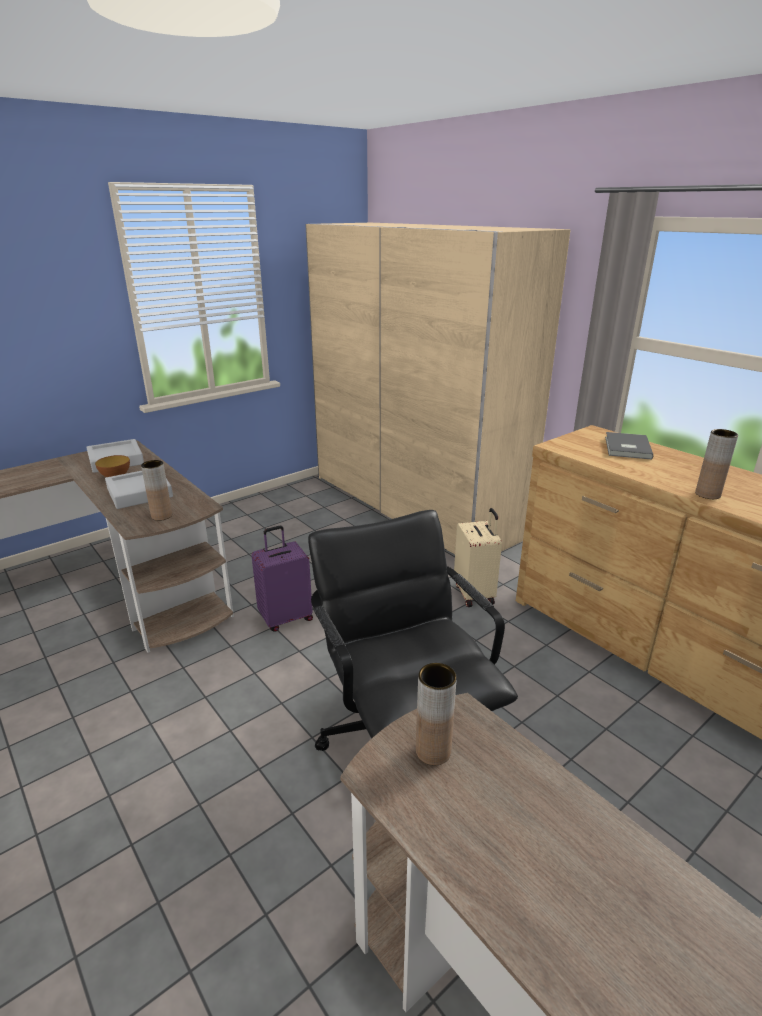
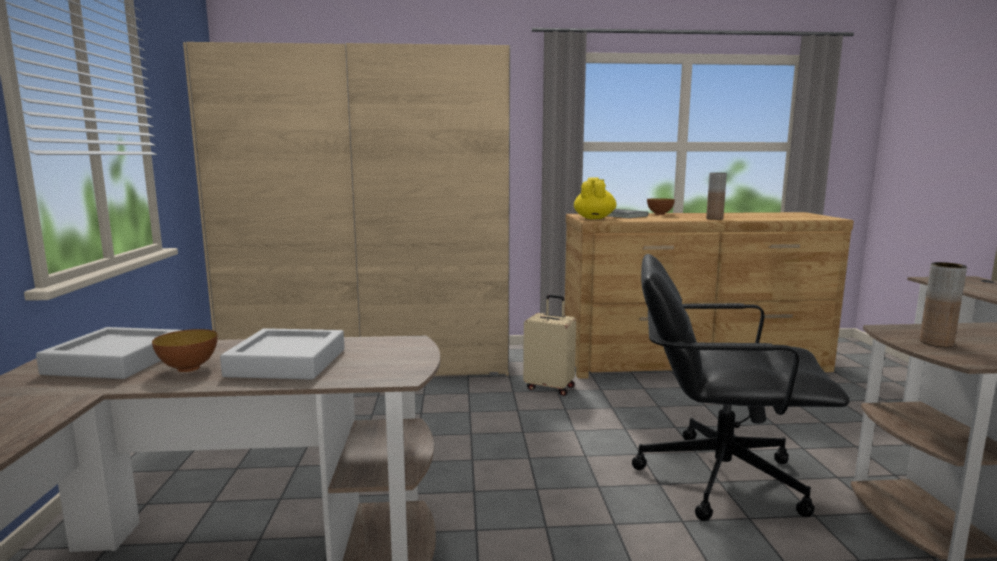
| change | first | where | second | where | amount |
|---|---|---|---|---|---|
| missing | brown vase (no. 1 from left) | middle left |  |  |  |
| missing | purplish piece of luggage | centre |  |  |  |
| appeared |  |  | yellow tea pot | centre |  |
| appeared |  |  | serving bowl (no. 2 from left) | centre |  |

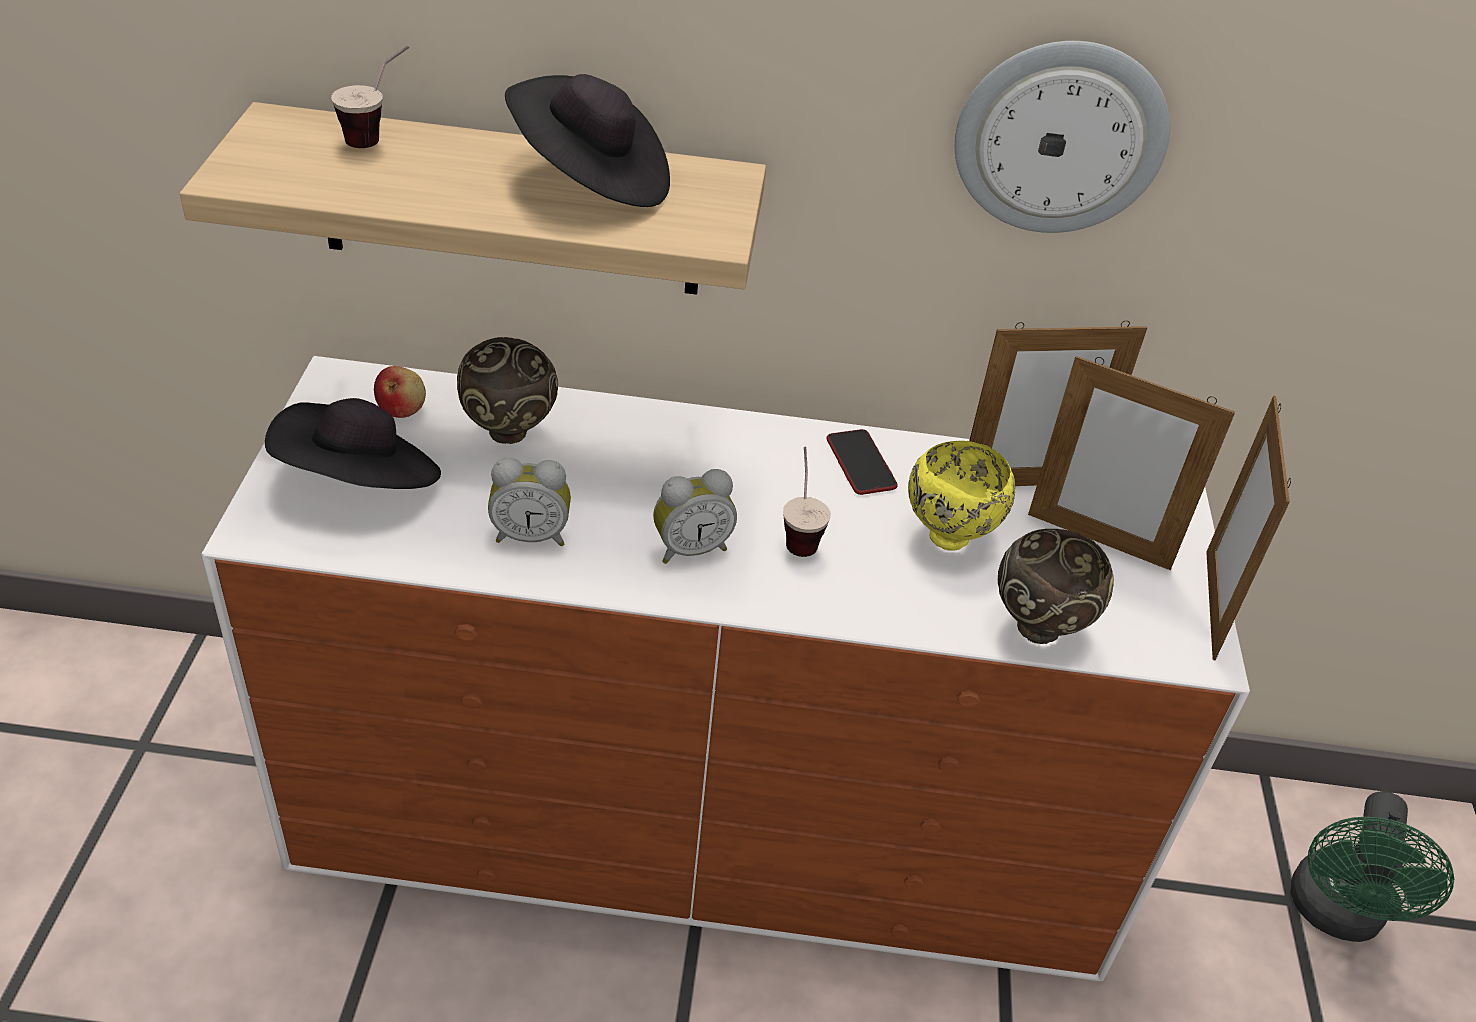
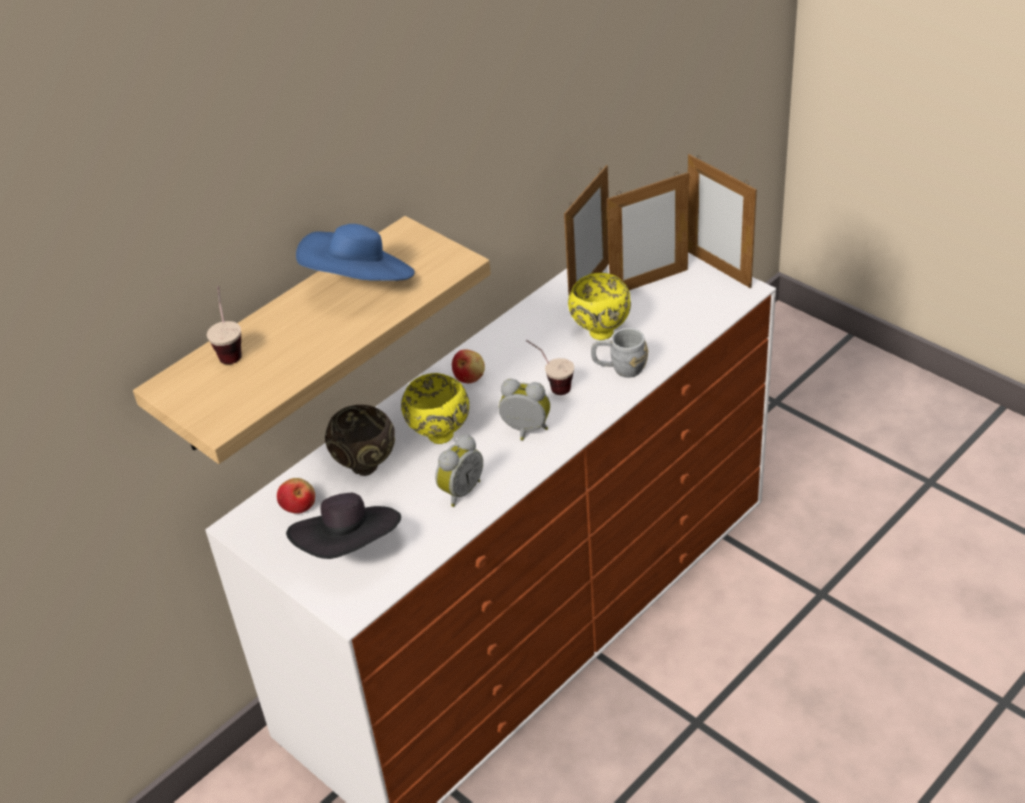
| change | first | where | second | where | amount |
|---|---|---|---|---|---|
| missing | clock on the wall | top right |  |  |  |
| colour | blackish wearable hat (no. 2 from left) | top centre | bluish wearable hat | top centre |  |
| missing | phone | centre |  |  |  |
| spun | bedside clock (no. 2 from left) | centre |  | centre | 90 degrees counterclockwise |
| missing | brown serving bowl (no. 2 from left) | middle right |  |  |  |
| missing | greenish fan | bottom right |  |  |  |
| appeared |  |  | greyish tea mug | centre |  |
| appeared |  |  | apple fruit (no. 2 from left) | centre |  |
| appeared |  |  | yellow serving bowl (no. 1 from left) | centre |  |

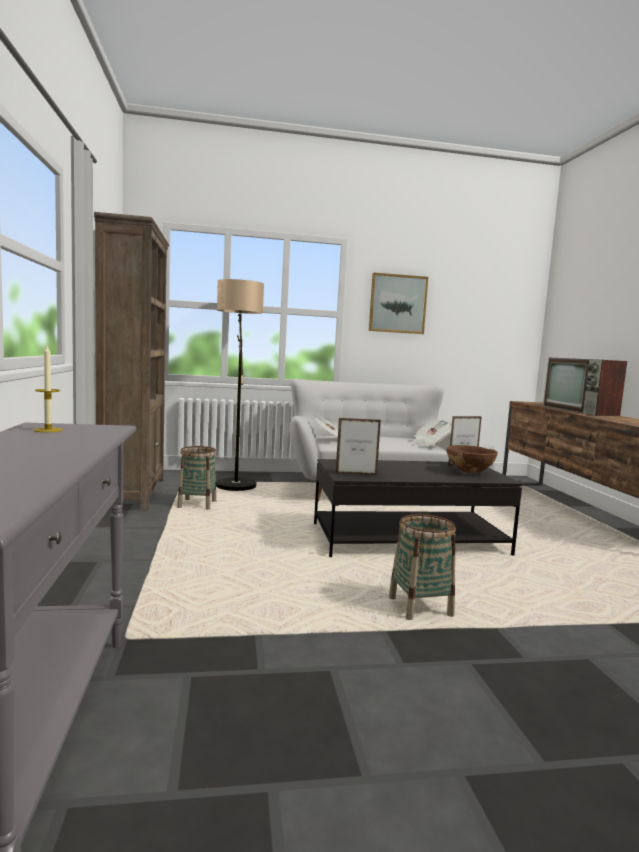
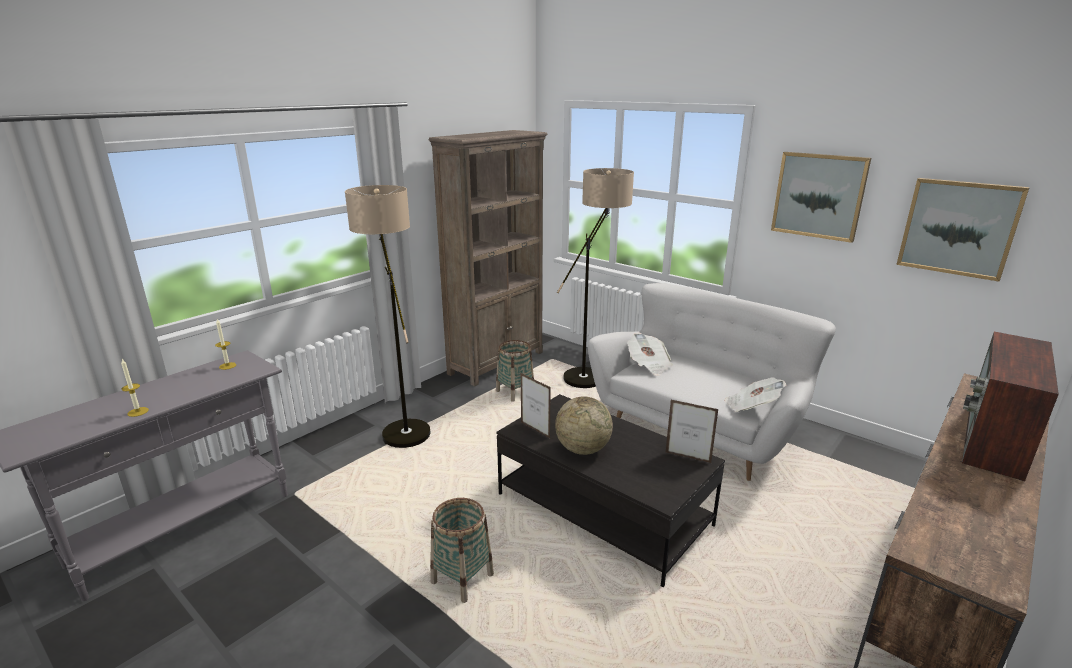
| change | first | where | second | where | amount |
|---|---|---|---|---|---|
| missing | brown serving bowl | middle right |  |  |  |
| appeared |  |  | wall picture (no. 2 from left) | middle right |  |
| appeared |  |  | standing lamp (no. 1 from left) | centre |  |
| appeared |  |  | candle (no. 1 from left) | middle left |  |
| appeared |  |  | globe | centre |  |

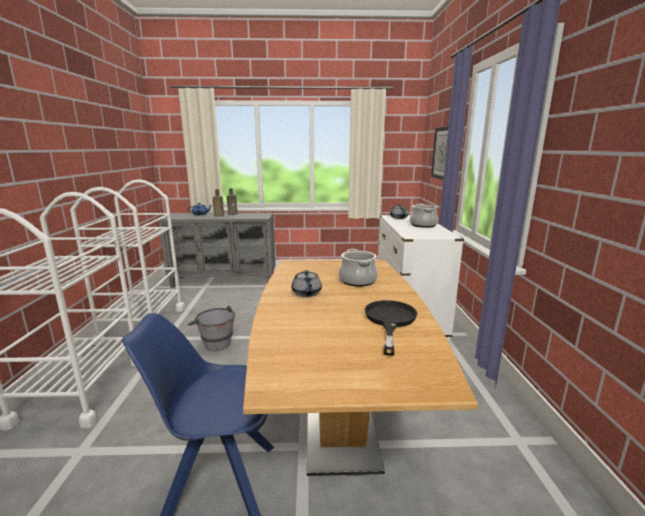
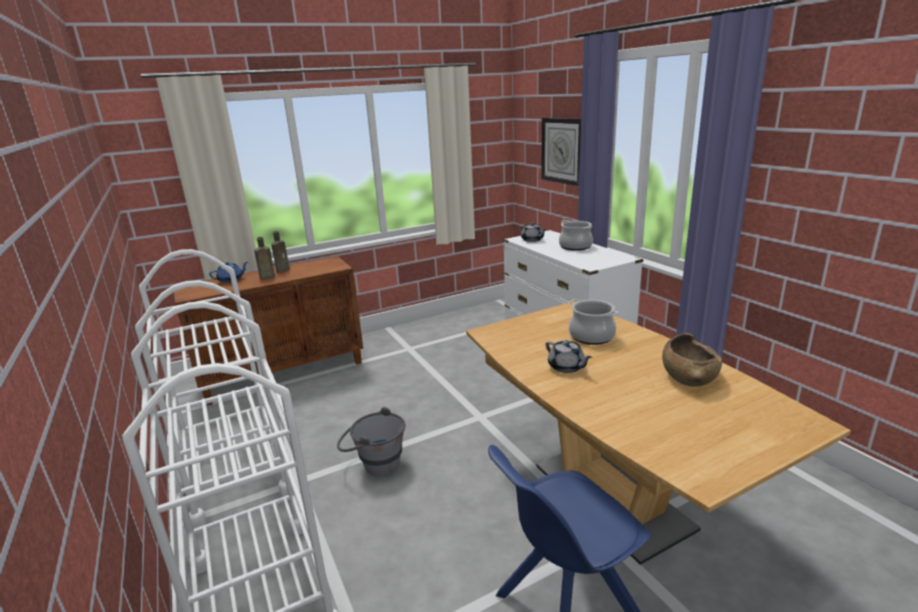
| change | first | where | second | where | amount |
|---|---|---|---|---|---|
| colour | greyish cabinet | centre | brown cabinet | middle left |  |
| exchanged | blackish skillet | centre | brown serving bowl | middle right |  |

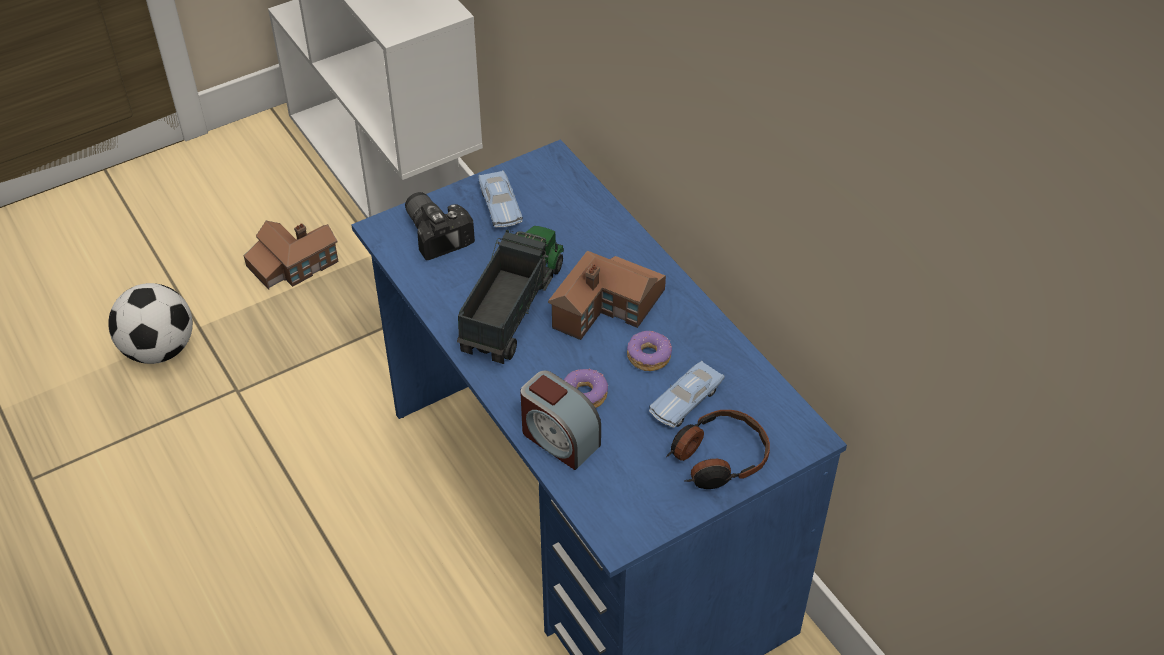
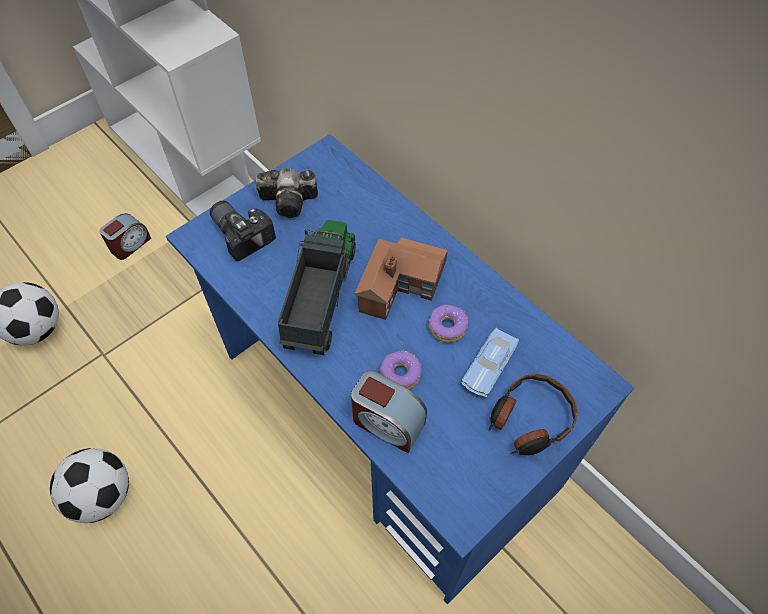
| change | first | where | second | where | amount |
|---|---|---|---|---|---|
| exchanged | bluish miniature car (no. 1 from left) | top centre | photo camera (no. 2 from left) | top centre |  |
| exchanged | miniature house (no. 1 from left) | middle left | bedside clock (no. 1 from left) | middle left |  |
| appeared |  |  | football ball (no. 2 from left) | bottom left |  |

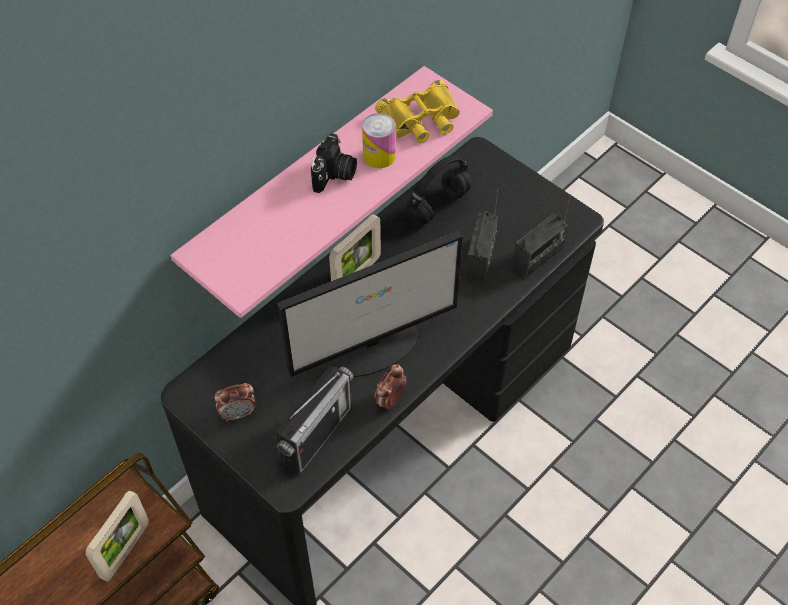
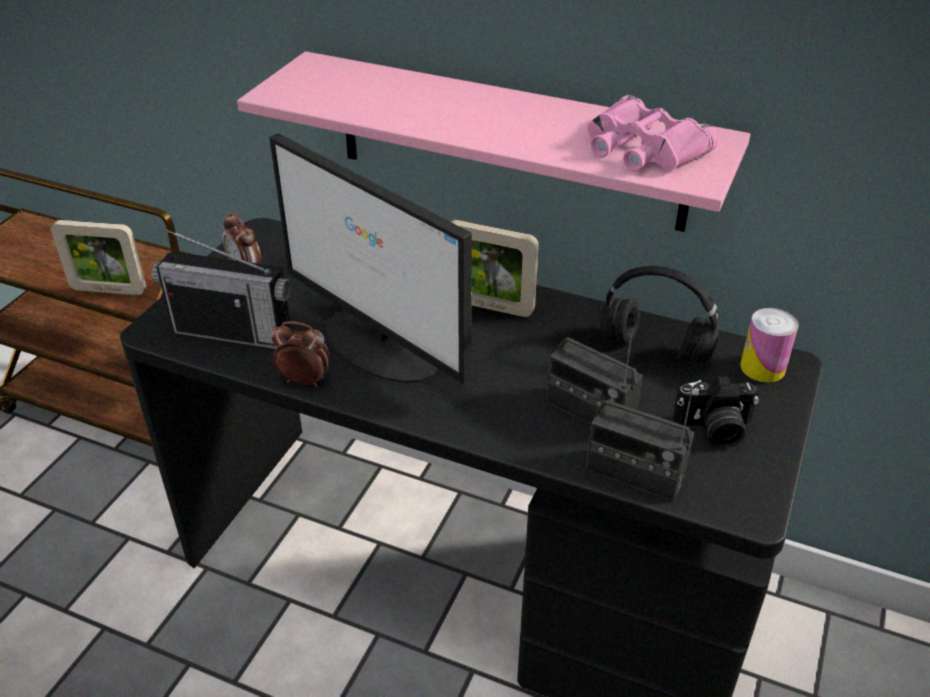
| change | first | where | second | where | amount |
|---|---|---|---|---|---|
| colour | yellow pair of binoculars | top centre | pink pair of binoculars | top right |  |
| relocated | metal can | top centre |  | middle right |  |
| relocated | photo camera | top centre |  | middle right |  |
| spun | radio (no. 2 from left) | centre |  | centre | 45 degrees clockwise |

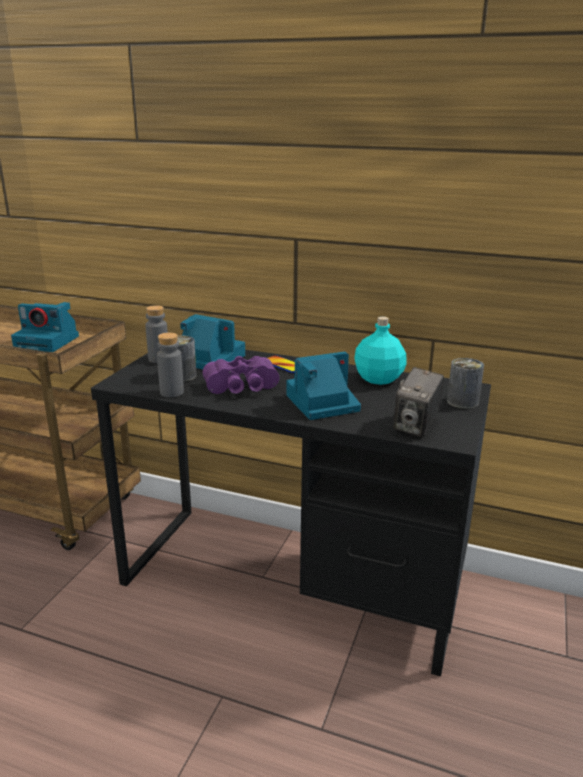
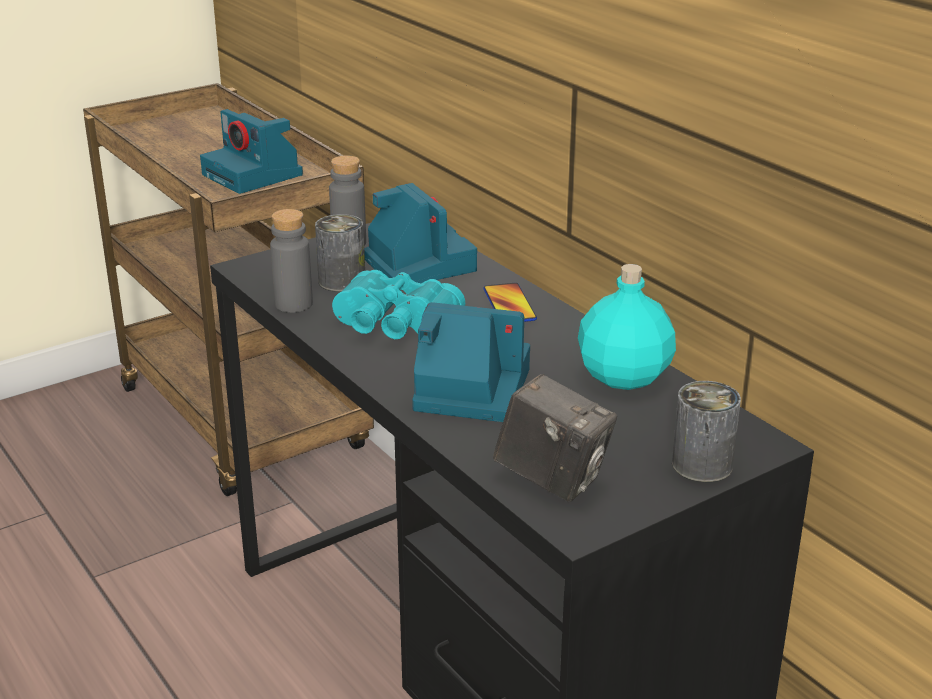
| change | first | where | second | where | amount |
|---|---|---|---|---|---|
| colour | purplish pair of binoculars | centre | blue-green pair of binoculars | centre |  |
| spun | photo camera (no. 4 from left) | middle right |  | centre | 120 degrees counterclockwise |

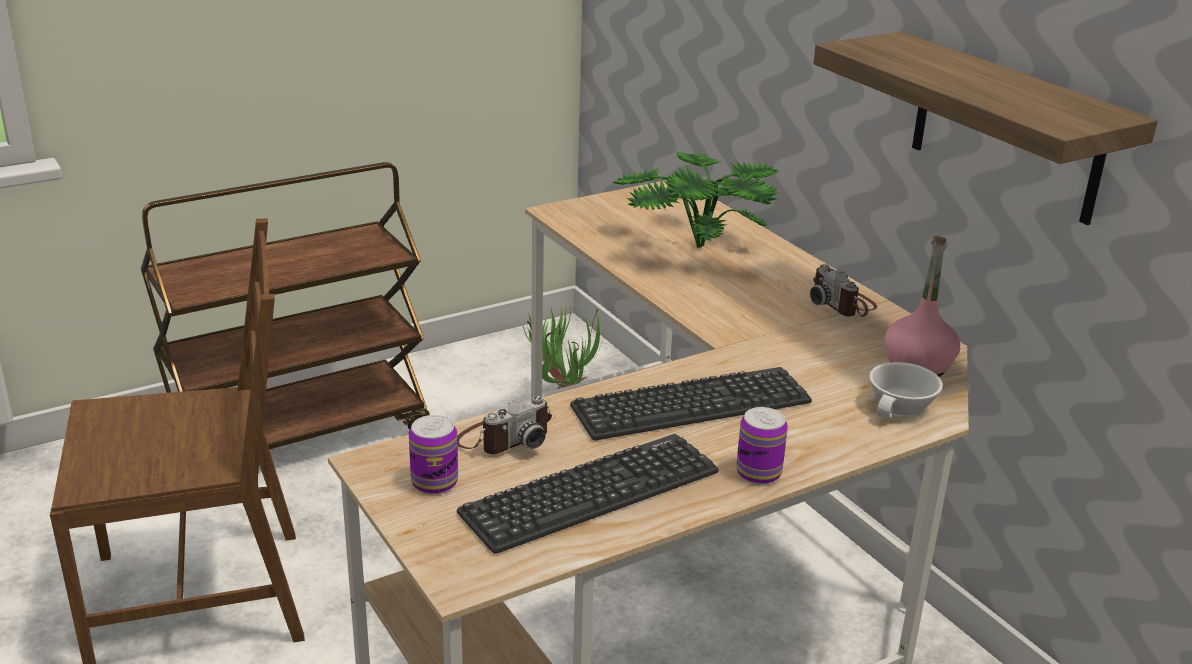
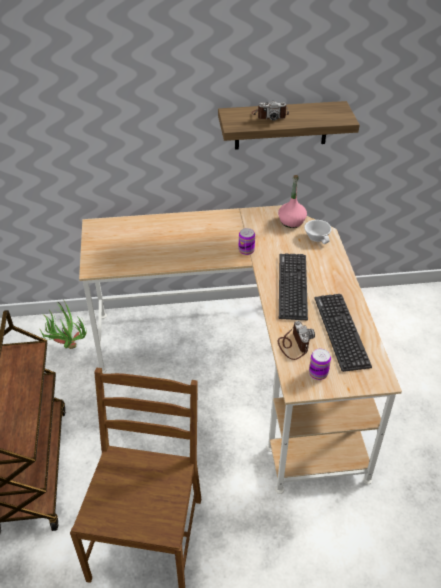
| change | first | where | second | where | amount |
|---|---|---|---|---|---|
| missing | potted plant (no. 2 from left) | top centre |  |  |  |
| relocated | photo camera (no. 2 from left in the first image) | middle right | photo camera (no. 1 from left) | top centre |  |
| relocated | metal can (no. 2 from left in the first image) | bottom centre | metal can (no. 1 from left) | centre |  |

